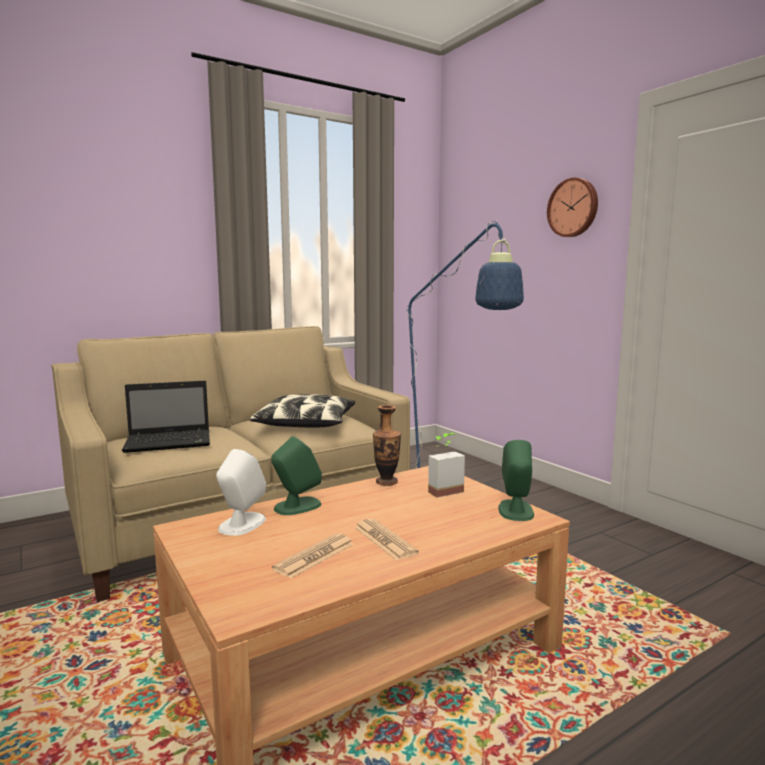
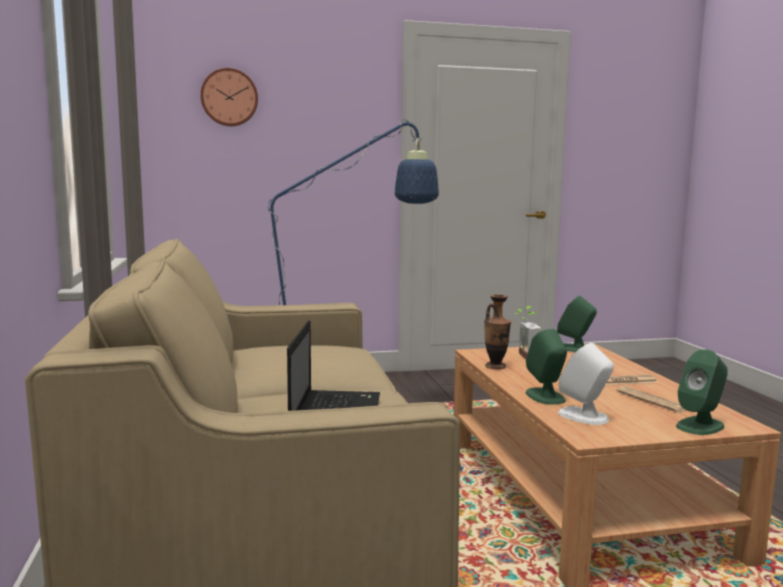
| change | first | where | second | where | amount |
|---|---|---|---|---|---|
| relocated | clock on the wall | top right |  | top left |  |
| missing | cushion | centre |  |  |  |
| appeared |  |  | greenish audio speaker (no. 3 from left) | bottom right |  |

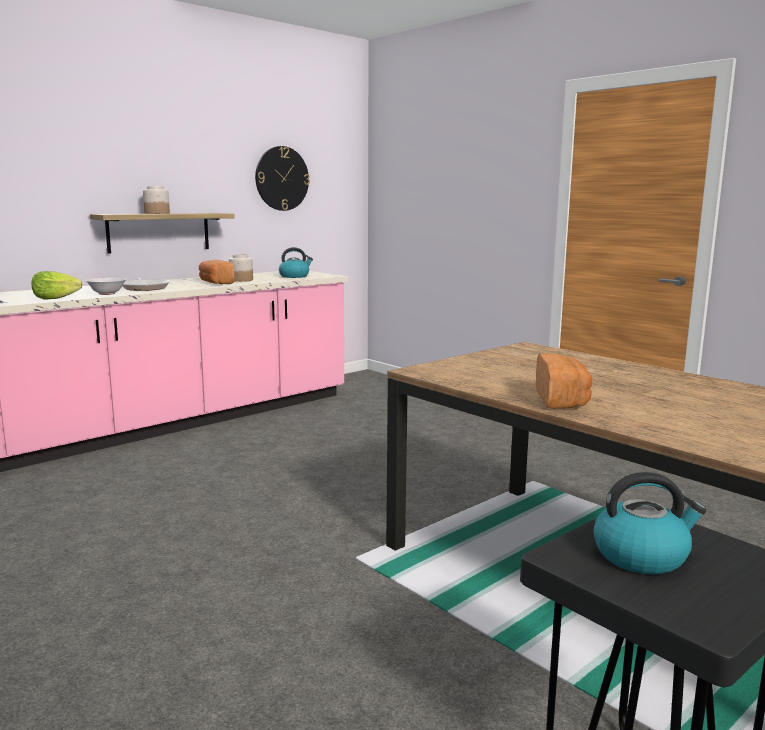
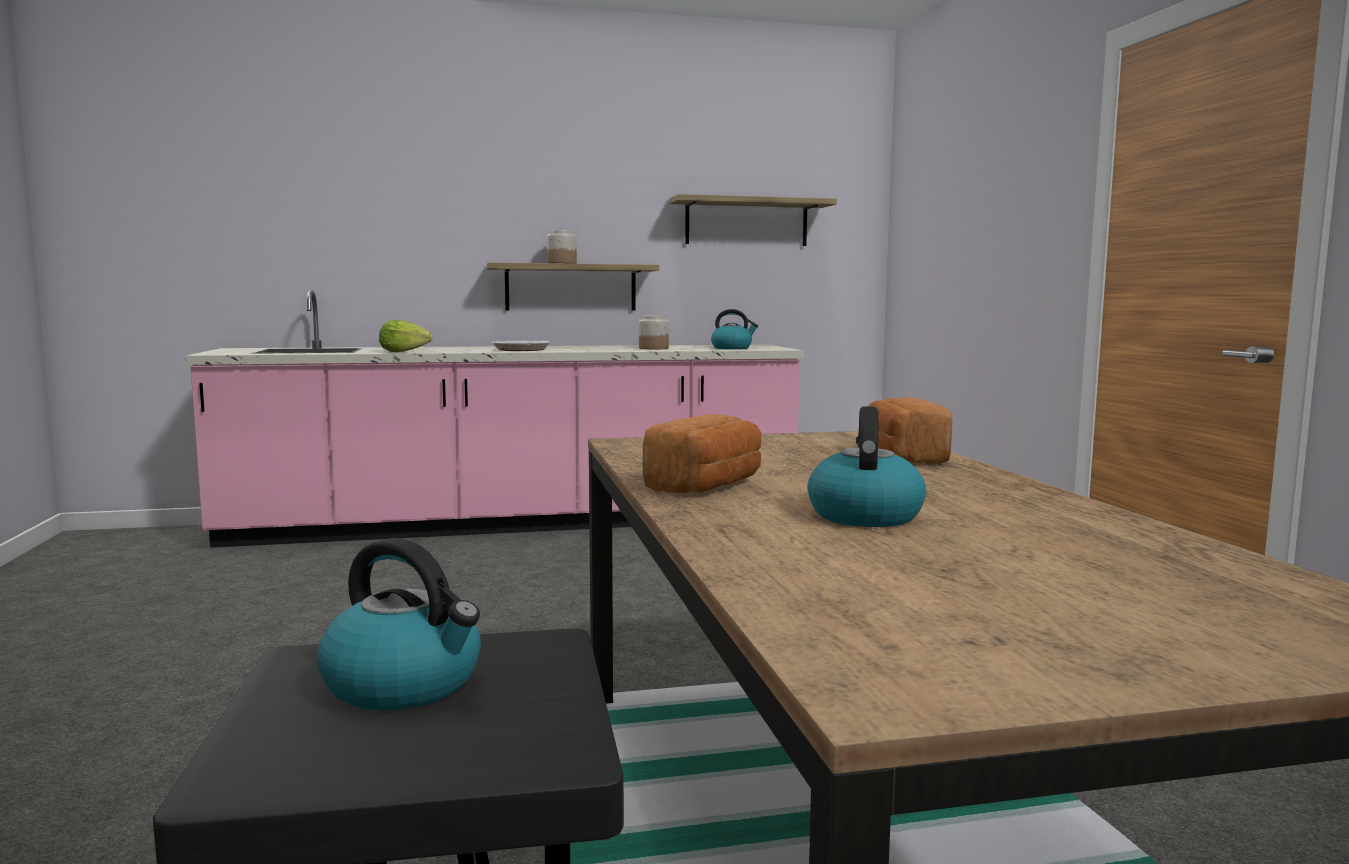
| change | first | where | second | where | amount |
|---|---|---|---|---|---|
| exchanged | clock on the wall | top centre | shelf (no. 2 from left) | top centre |  |
| relocated | bread (no. 1 from left in the first image) | middle left | bread (no. 2 from left) | middle right |  |
| missing | white-coloured serving bowl | middle left |  |  |  |
| appeared |  |  | tea kettle (no. 3 from left) | centre |  |

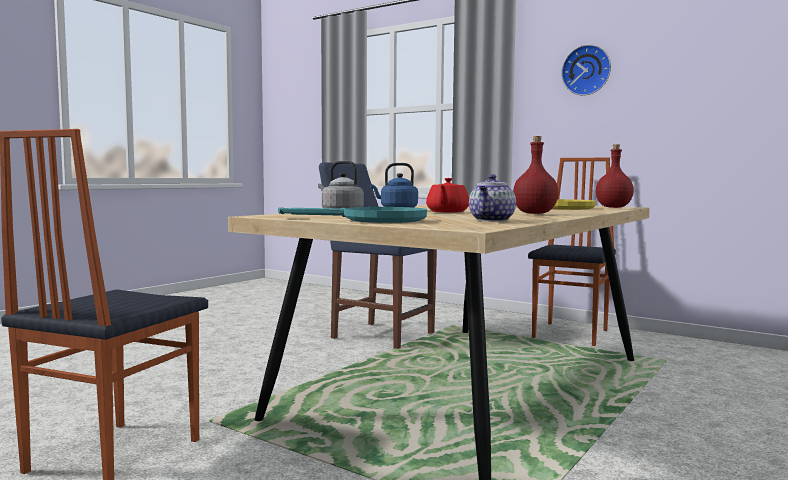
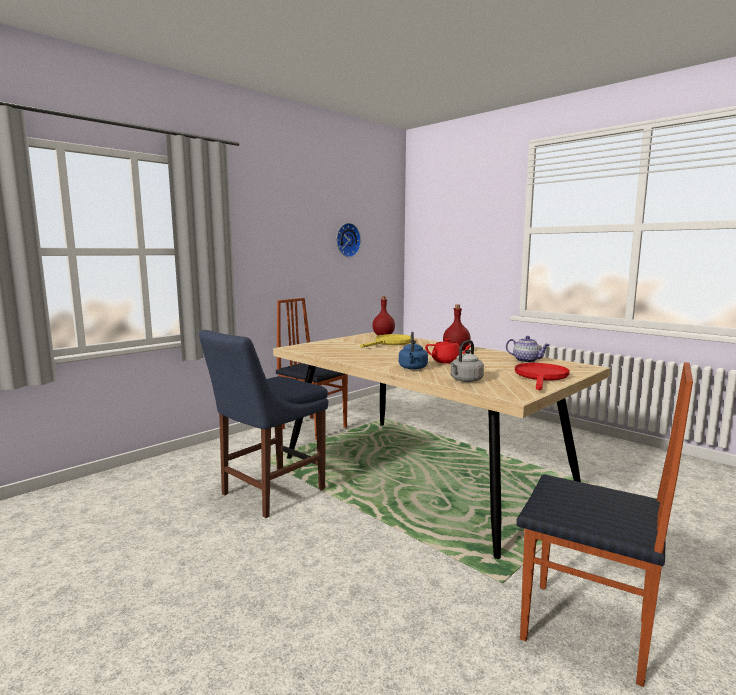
| change | first | where | second | where | amount |
|---|---|---|---|---|---|
| relocated | clock on the wall | top right |  | centre |  |
| colour | blue-green skillet | centre | reddish skillet | middle right |  |

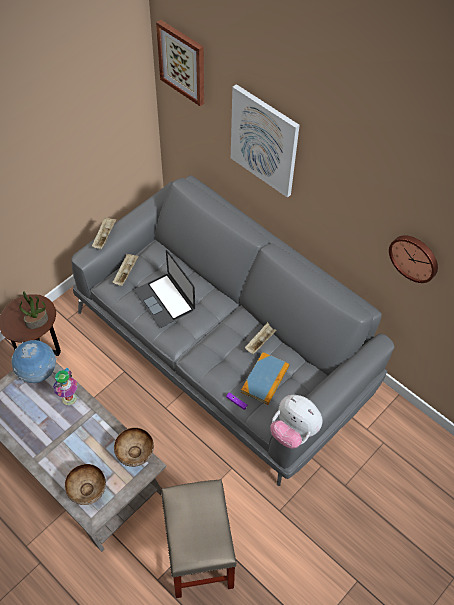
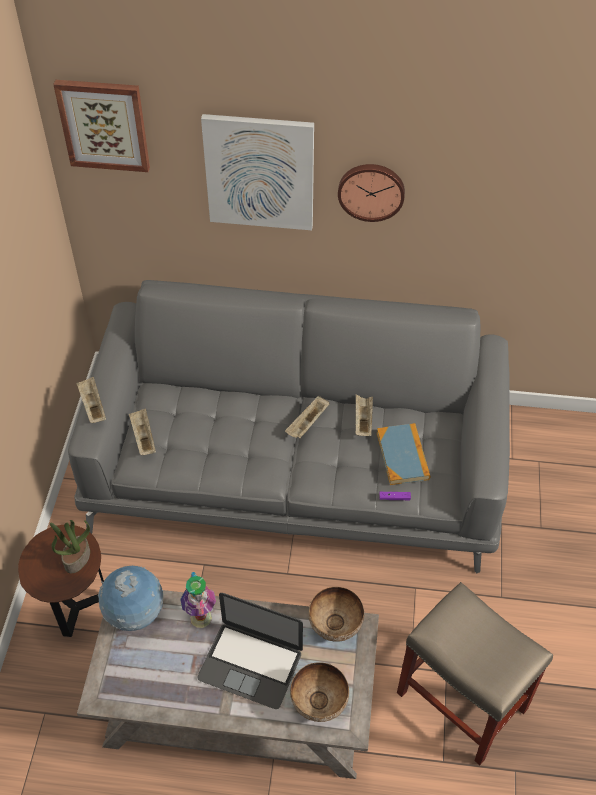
| change | first | where | second | where | amount |
|---|---|---|---|---|---|
| relocated | clock on the wall | middle right |  | top centre |  |
| relocated | laptop | centre |  | bottom centre |  |
| missing | cuddly toy | bottom centre |  |  |  |
| appeared |  |  | beige carrying tray (no. 3 from left) | centre |  |

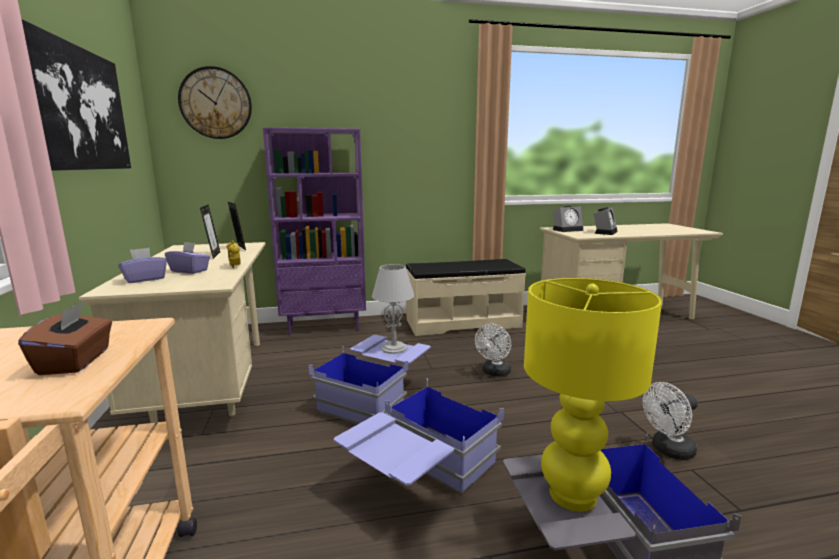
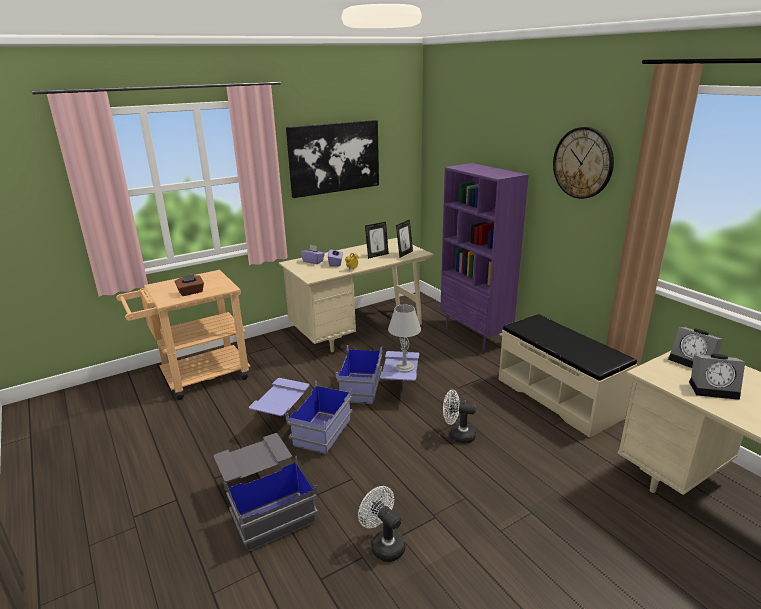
| change | first | where | second | where | amount |
|---|---|---|---|---|---|
| relocated | clock on the wall | top left |  | top right |  |
| missing | yellow table lamp | bottom right |  |  |  |

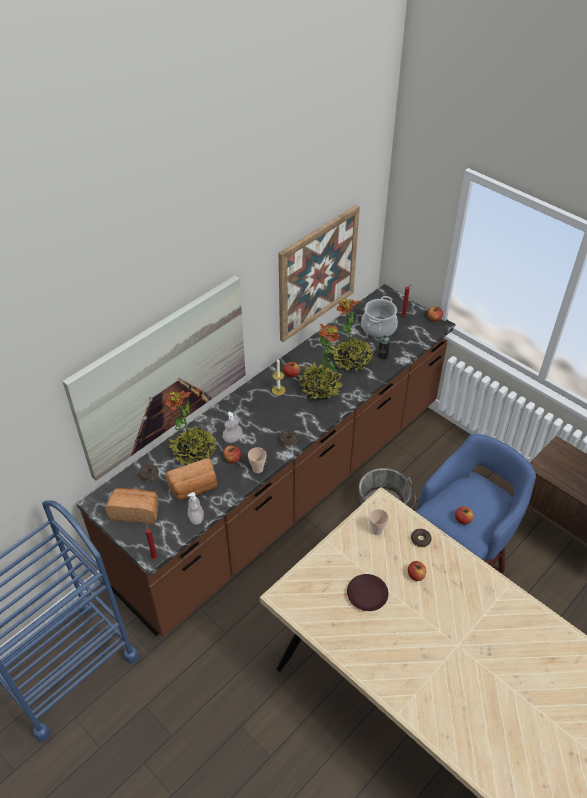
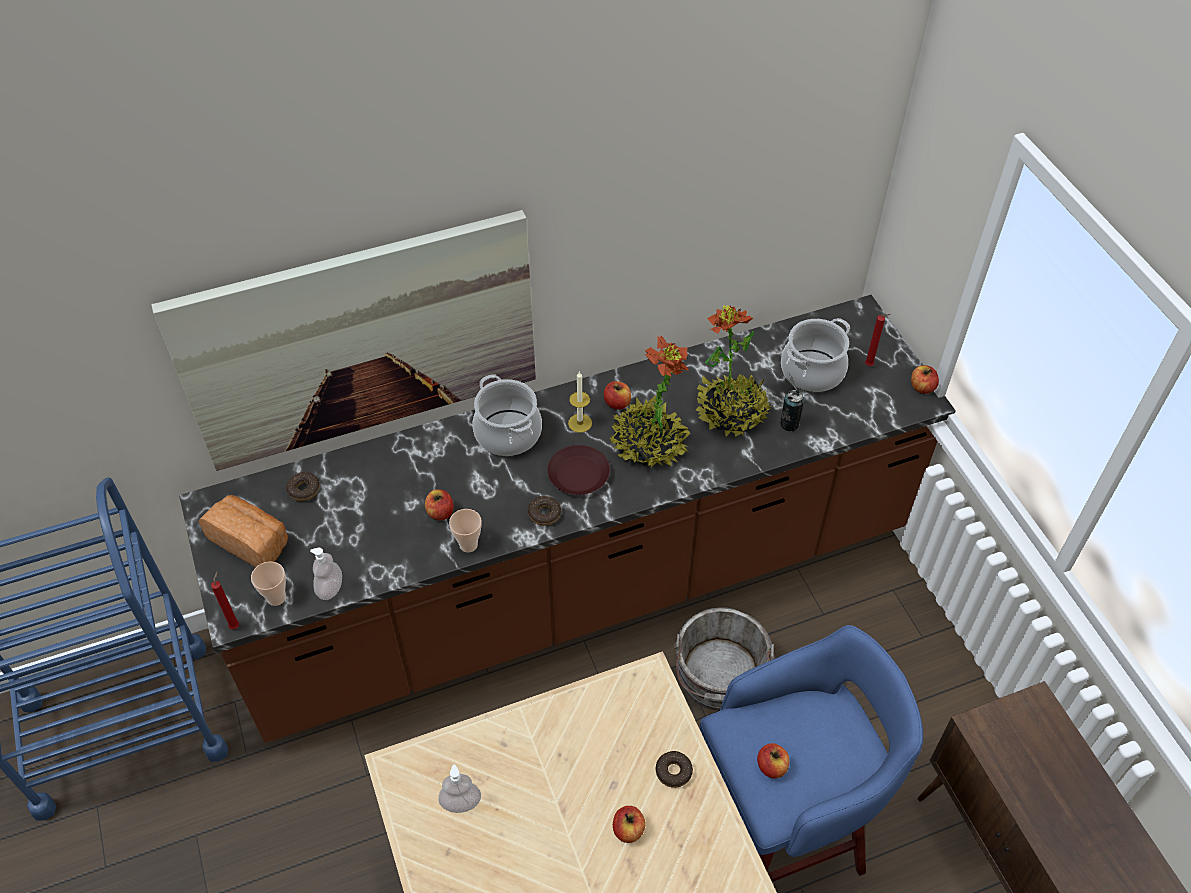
| change | first | where | second | where | amount |
|---|---|---|---|---|---|
| missing | wall picture (no. 2 from left) | centre |  |  |  |
| missing | potted plant (no. 1 from left) | middle left |  |  |  |
| relocated | soap dispenser (no. 2 from left) | centre |  | bottom centre |  |
| missing | bread (no. 2 from left) | middle left |  |  |  |
| relocated | drinking cup (no. 2 from left in the first image) | centre | drinking cup (no. 1 from left) | middle left |  |
| relocated | brown plate | bottom centre |  | centre |  |
| appeared |  |  | cooking pot (no. 1 from left) | centre |  |

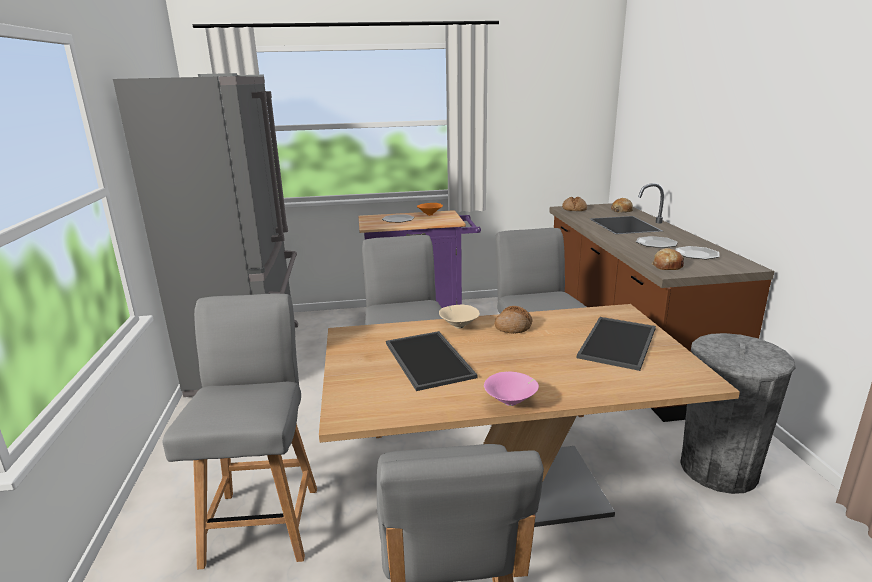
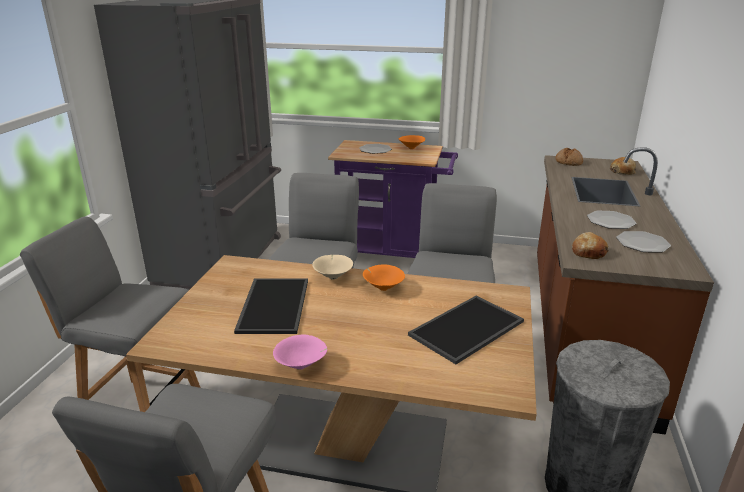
| change | first | where | second | where | amount |
|---|---|---|---|---|---|
| spun | greyish plain chair (no. 1 from left) | bottom left |  | middle left | 90 degrees counterclockwise |
| exchanged | bread (no. 1 from left) | centre | orange serving bowl (no. 1 from left) | centre |  |

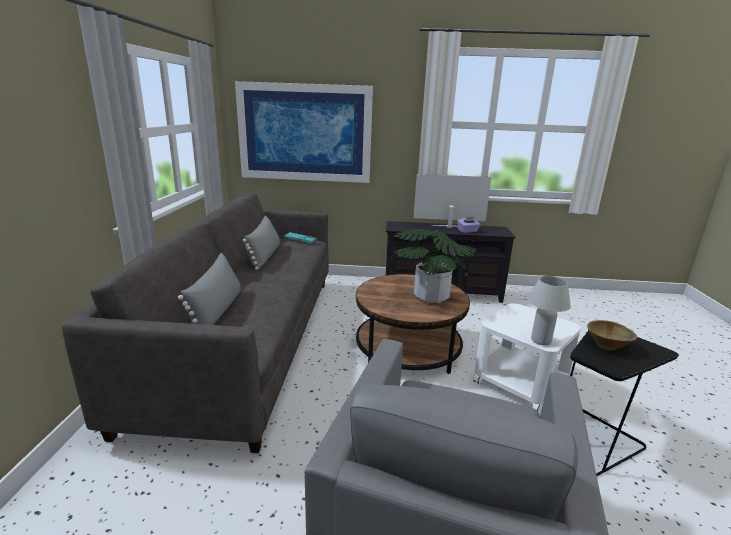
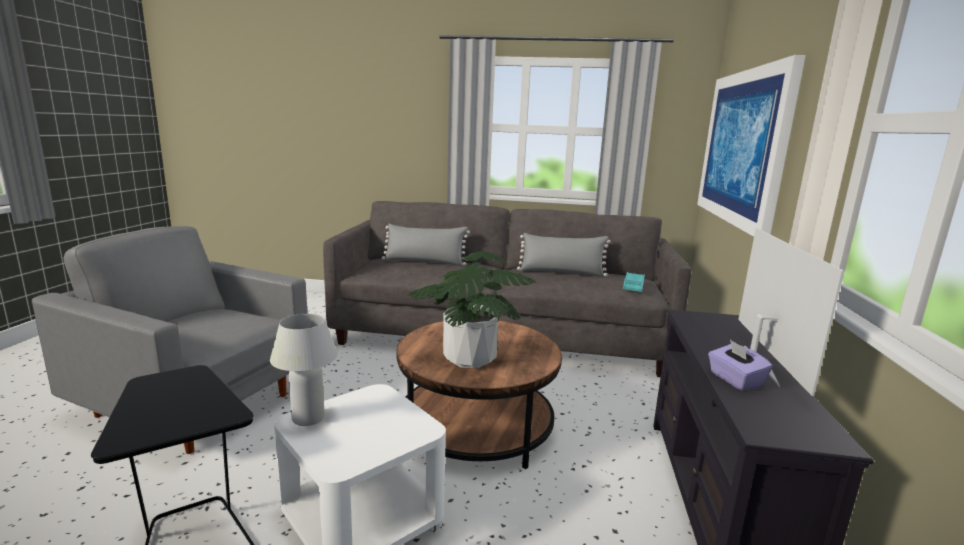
| change | first | where | second | where | amount |
|---|---|---|---|---|---|
| missing | brown serving bowl | middle right |  |  |  |

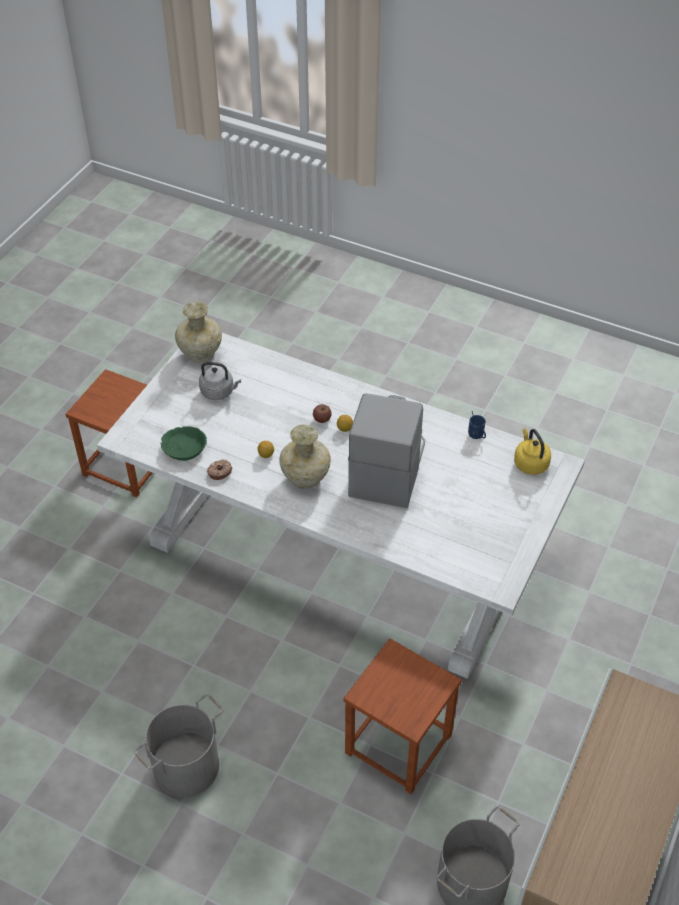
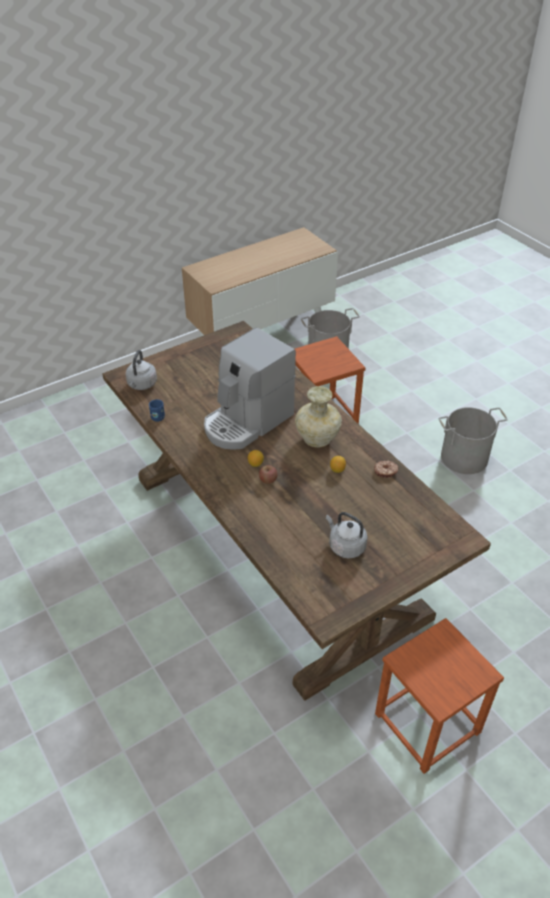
| change | first | where | second | where | amount |
|---|---|---|---|---|---|
| missing | beige vase (no. 1 from left) | middle left |  |  |  |
| colour | white-coloured dinner table | centre | brown dinner table | centre |  |
| missing | greenish serving bowl | middle left |  |  |  |
| colour | yellow tea kettle | middle right | greyish tea kettle (no. 1 from left) | middle left |  |

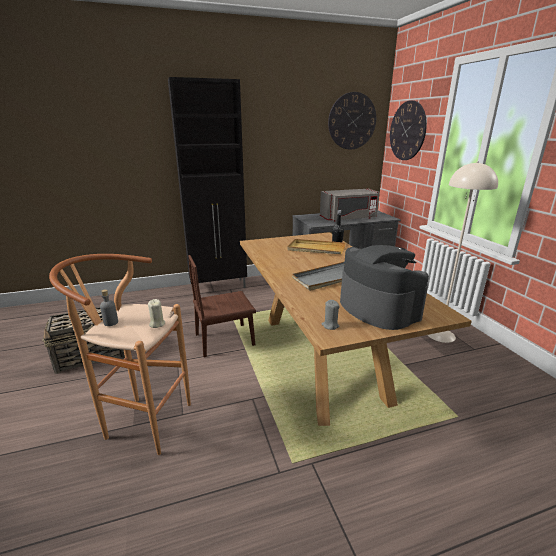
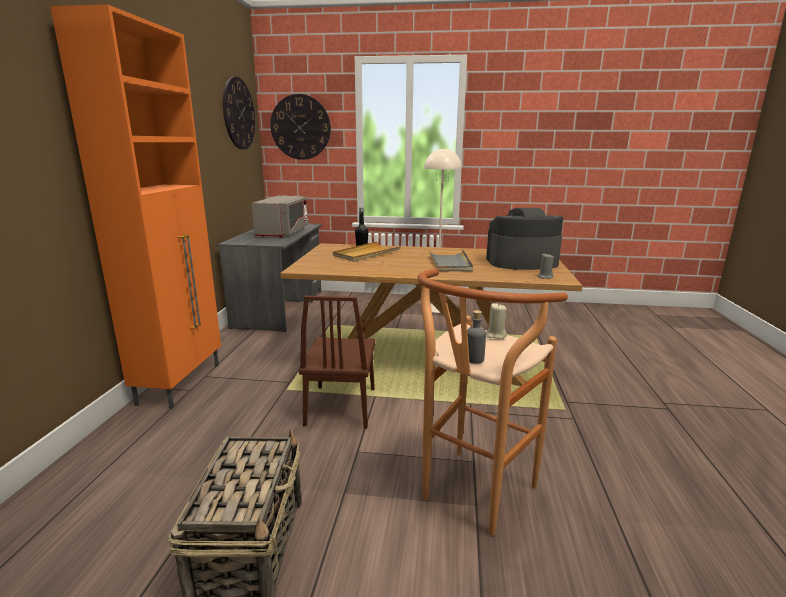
| change | first | where | second | where | amount |
|---|---|---|---|---|---|
| colour | blackish cabinet | top centre | orange cabinet | middle left |  |

